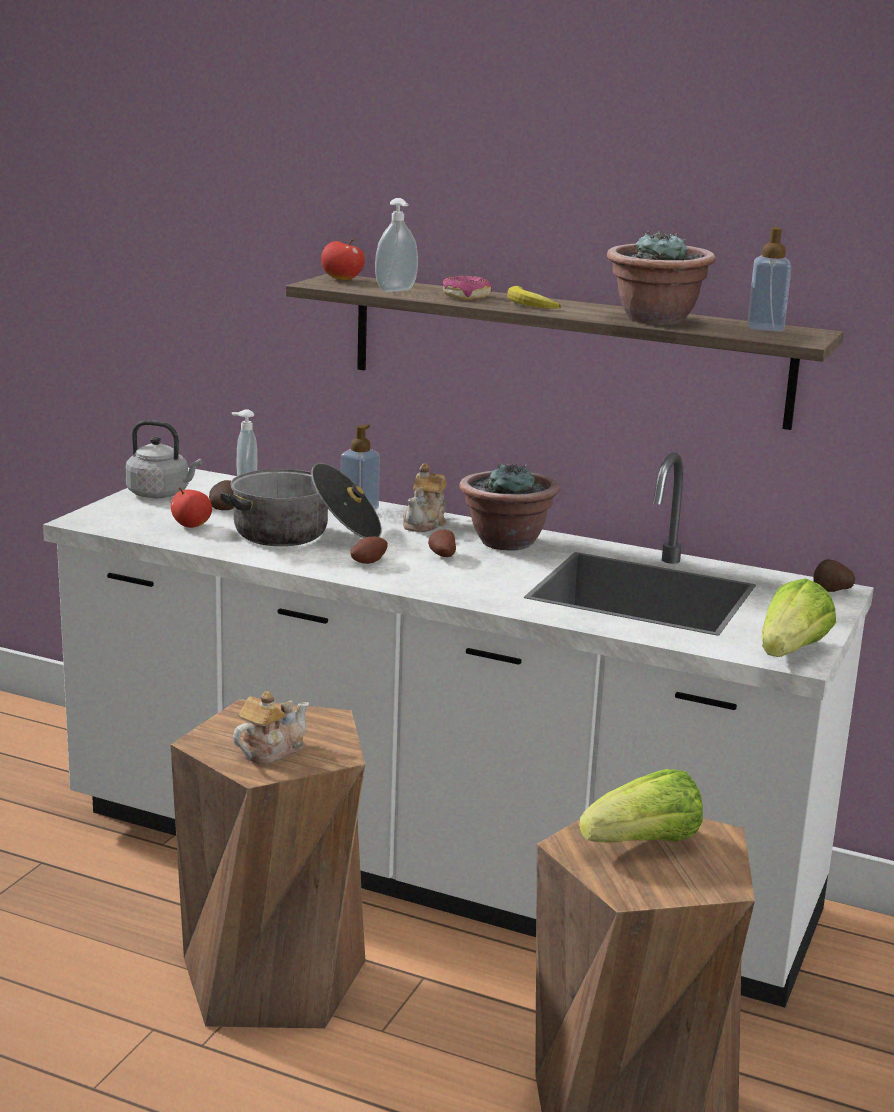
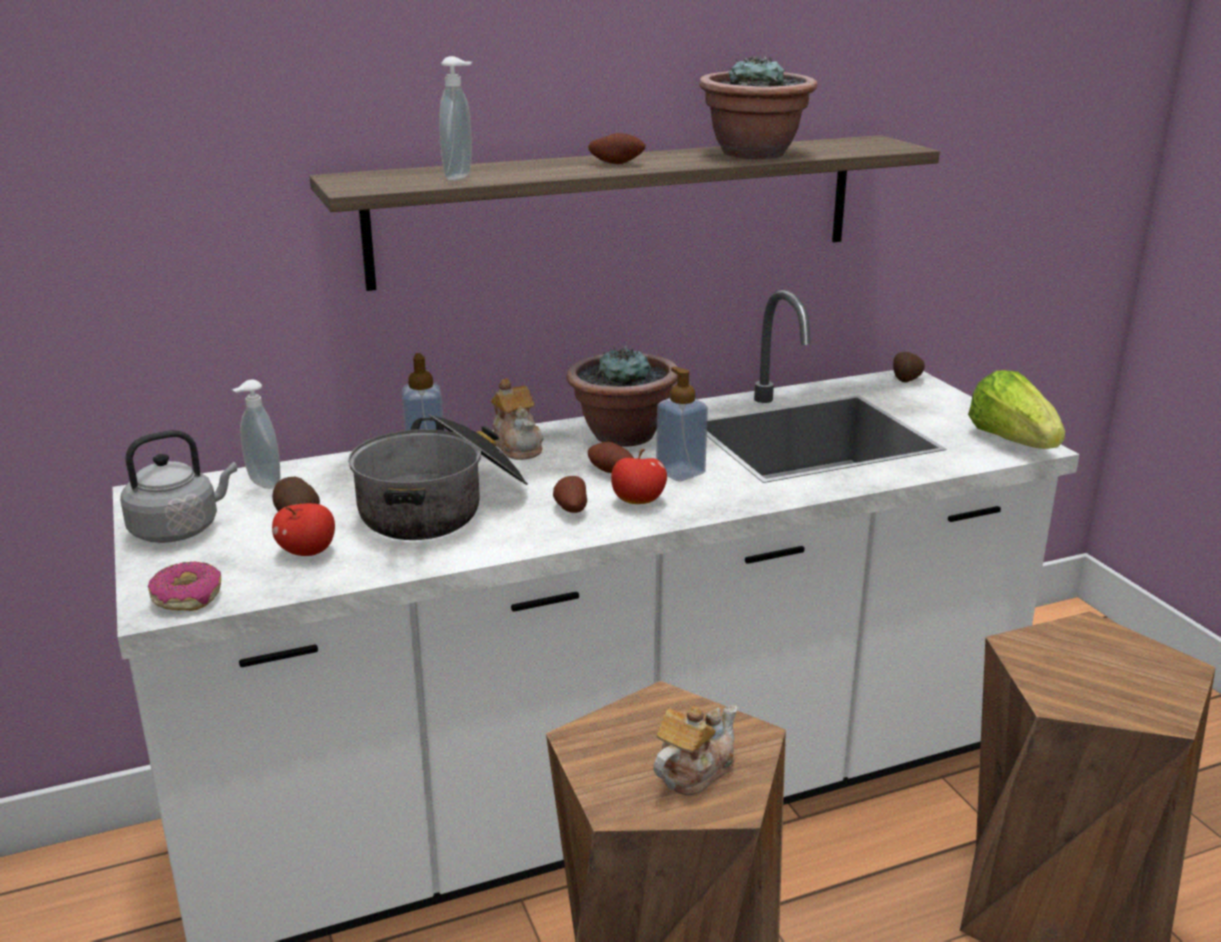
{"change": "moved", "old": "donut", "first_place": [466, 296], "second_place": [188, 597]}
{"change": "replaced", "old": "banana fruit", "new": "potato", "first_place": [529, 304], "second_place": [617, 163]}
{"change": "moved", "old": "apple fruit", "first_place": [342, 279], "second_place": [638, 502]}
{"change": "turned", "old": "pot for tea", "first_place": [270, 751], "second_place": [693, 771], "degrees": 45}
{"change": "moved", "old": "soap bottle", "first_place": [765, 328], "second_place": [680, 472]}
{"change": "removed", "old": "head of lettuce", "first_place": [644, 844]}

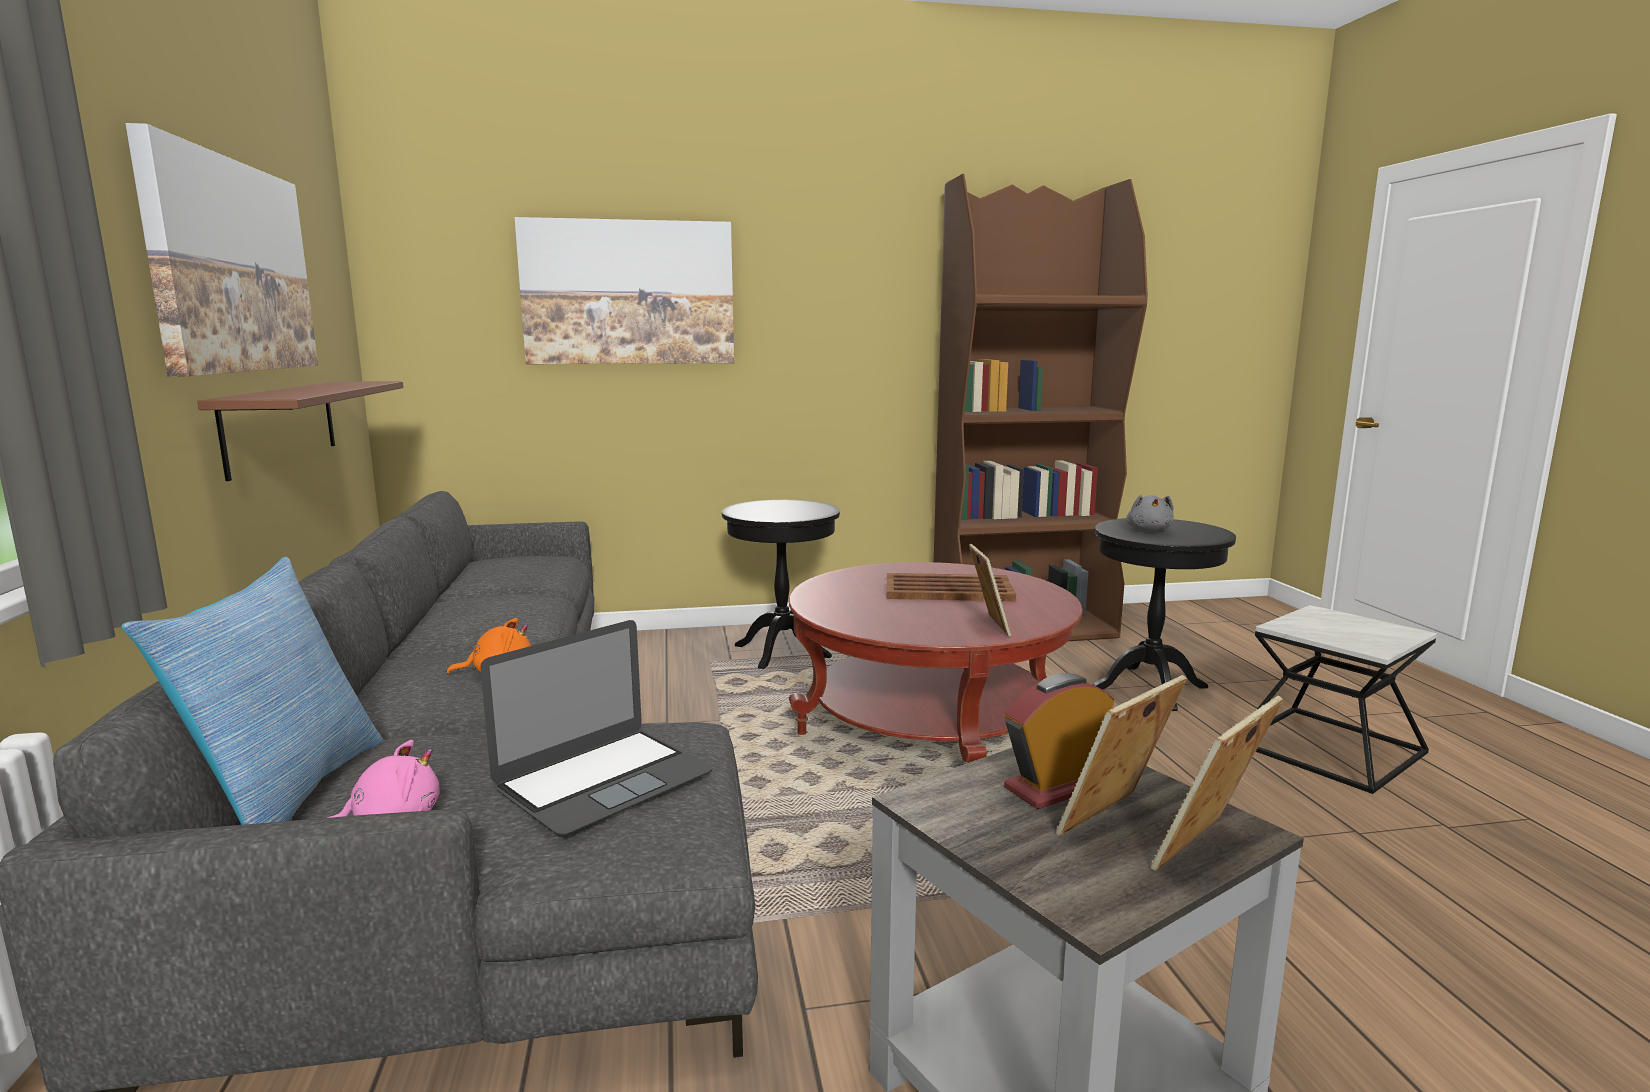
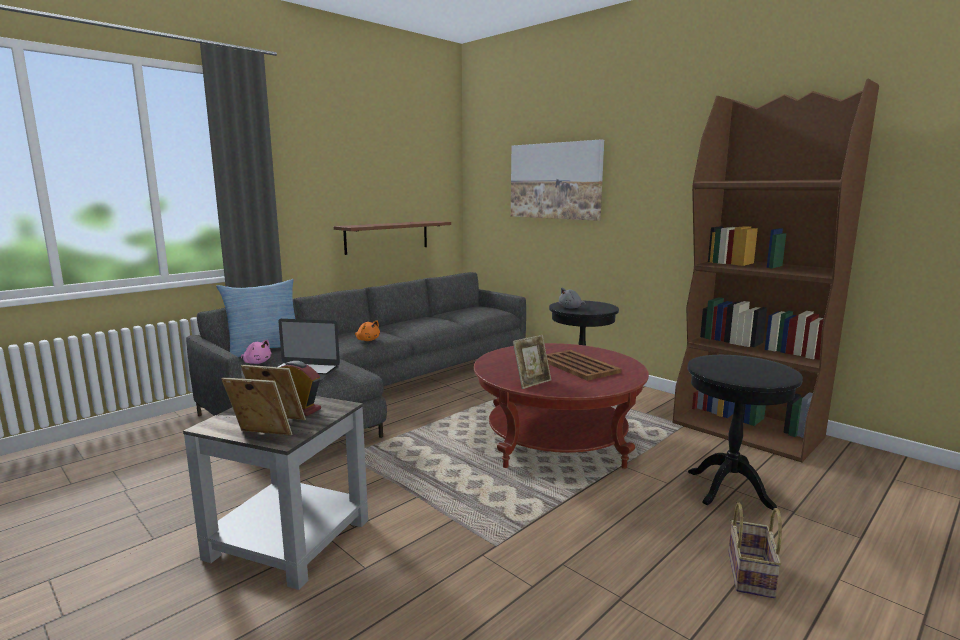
{"change": "moved", "old": "gray plush toy", "first_place": [1149, 530], "second_place": [571, 308]}
{"change": "replaced", "old": "accent table", "new": "basket", "first_place": [1329, 748], "second_place": [752, 575]}
{"change": "removed", "old": "wall art", "first_place": [231, 267]}

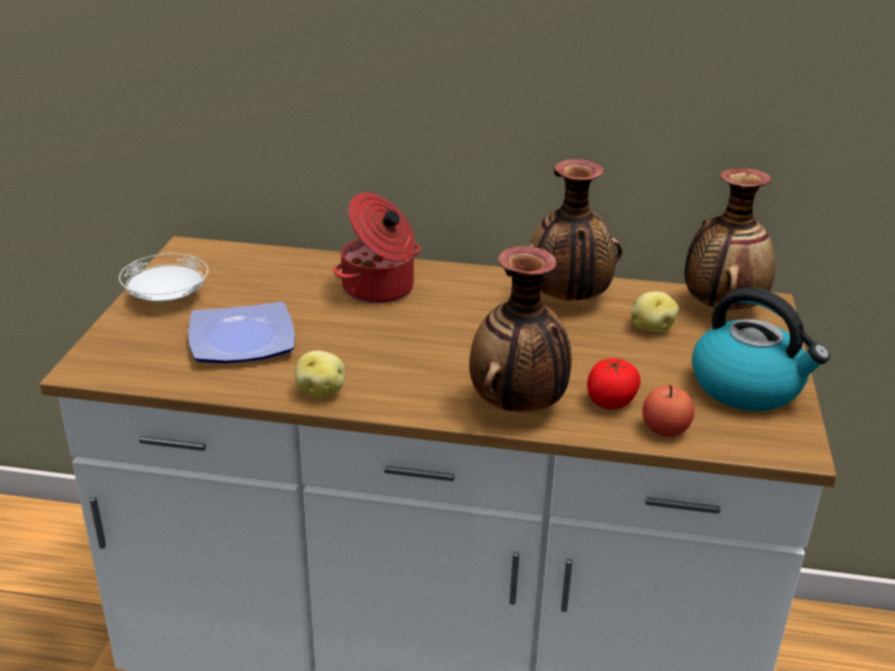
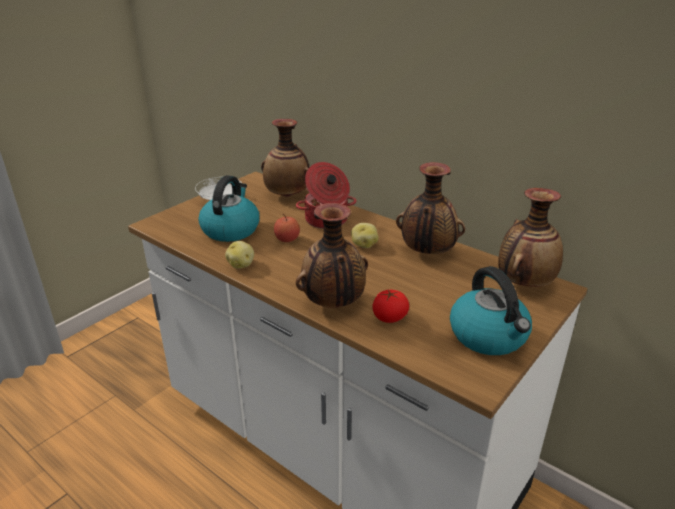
{"change": "replaced", "old": "dinner plate", "new": "kettle", "first_place": [240, 341], "second_place": [230, 229]}
{"change": "added", "new": "vase", "second_place": [288, 195]}
{"change": "moved", "old": "apple fruit", "first_place": [665, 429], "second_place": [287, 239]}
{"change": "moved", "old": "potato", "first_place": [651, 328], "second_place": [364, 245]}

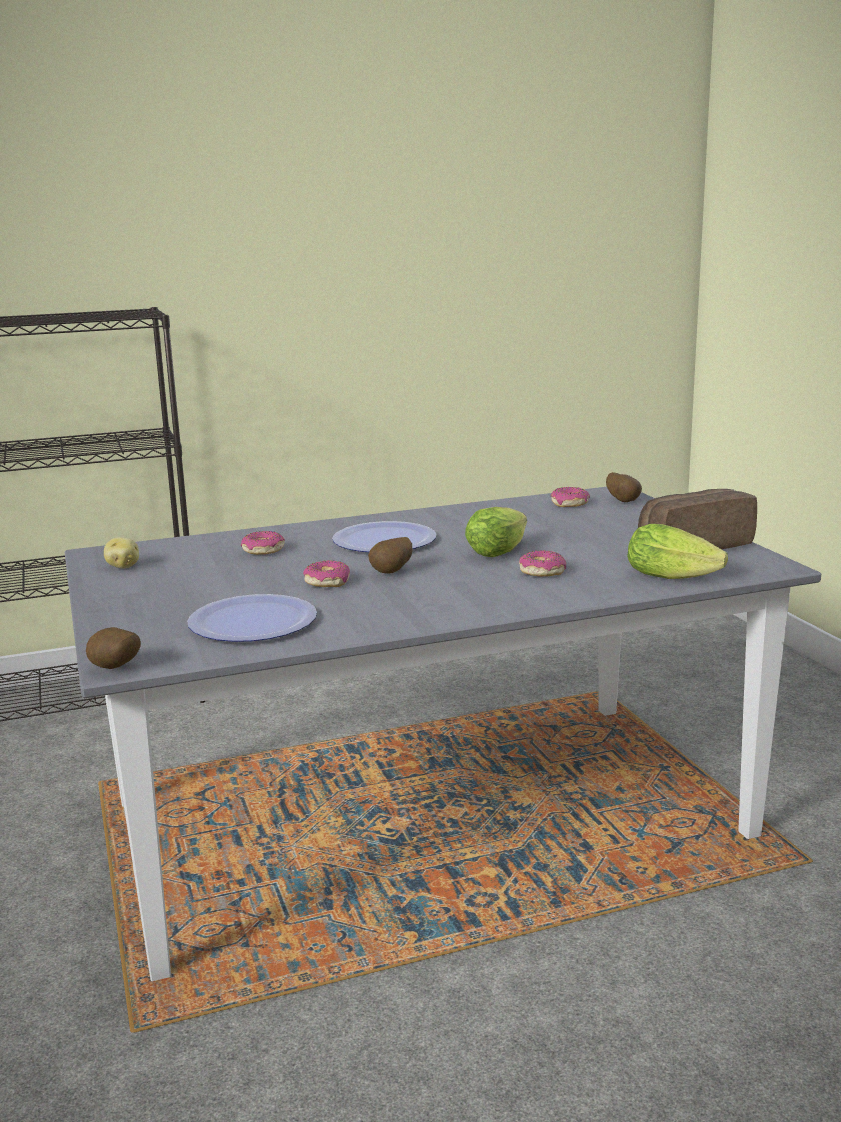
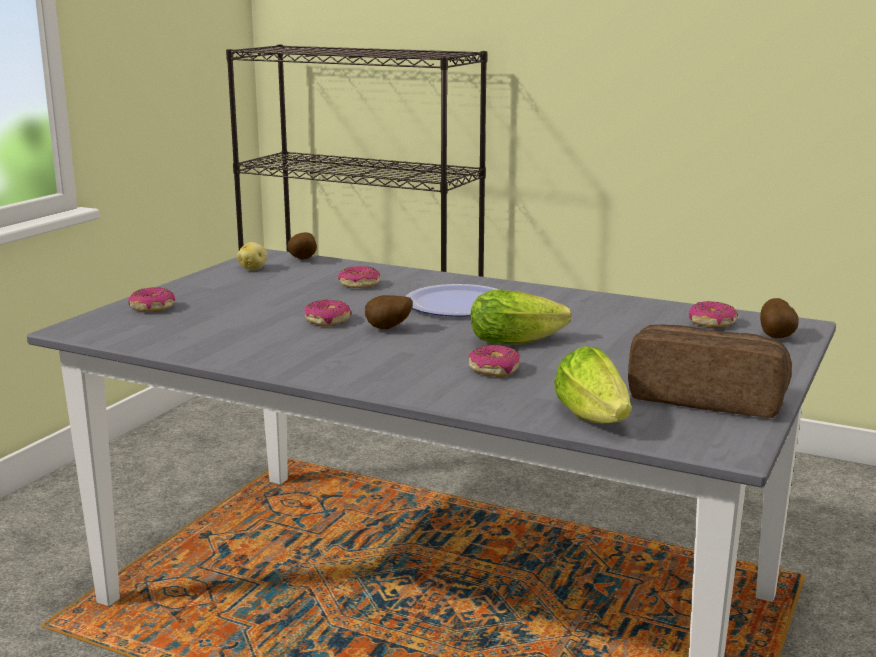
{"change": "added", "new": "donut", "second_place": [152, 308]}
{"change": "moved", "old": "potato", "first_place": [114, 669], "second_place": [302, 260]}
{"change": "removed", "old": "dinner plate", "first_place": [252, 622]}

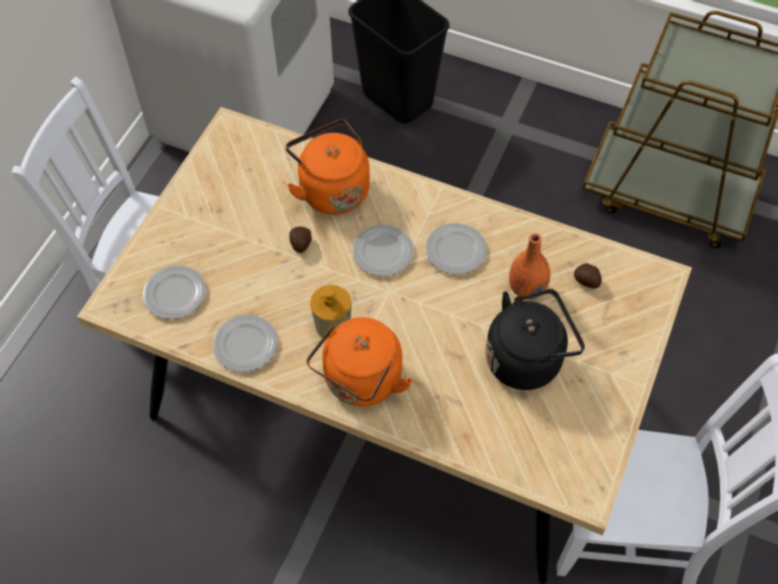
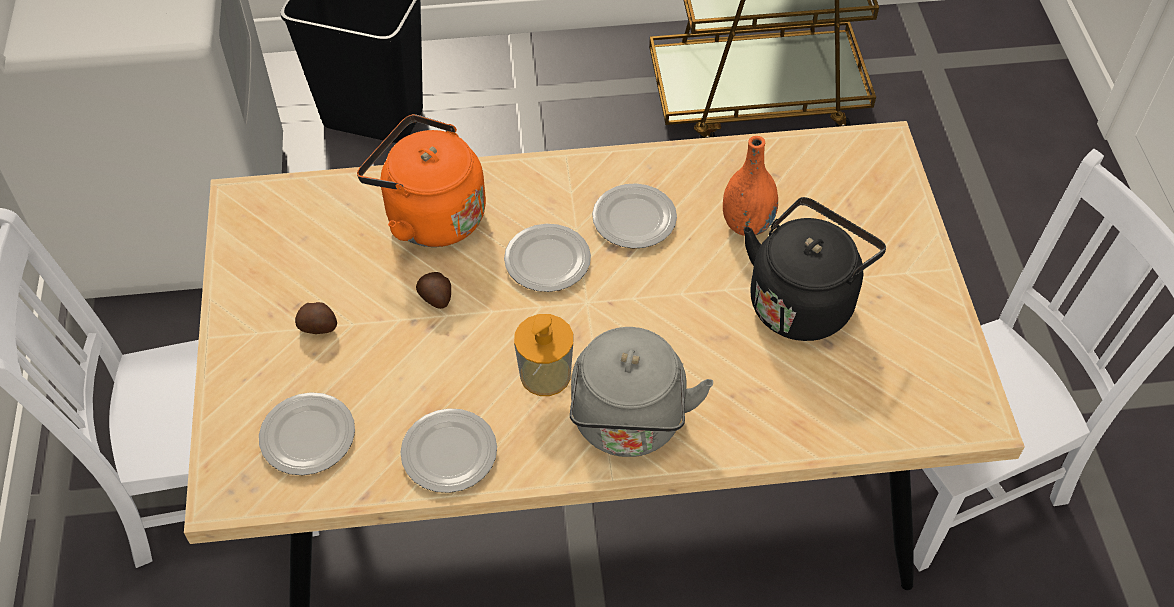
{"change": "moved", "old": "potato", "first_place": [587, 281], "second_place": [319, 327]}
{"change": "recoloured", "old": "orangey kettle", "new": "gray kettle", "first_place": [360, 382], "second_place": [628, 425]}

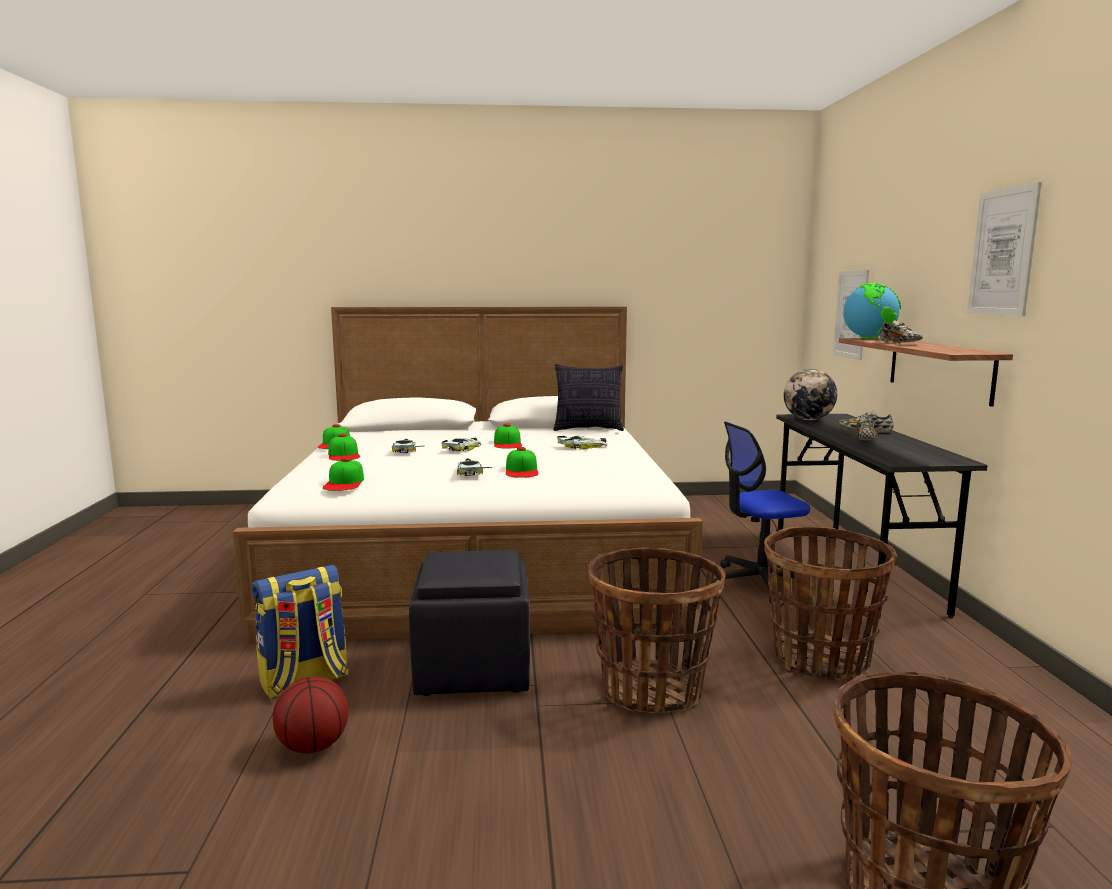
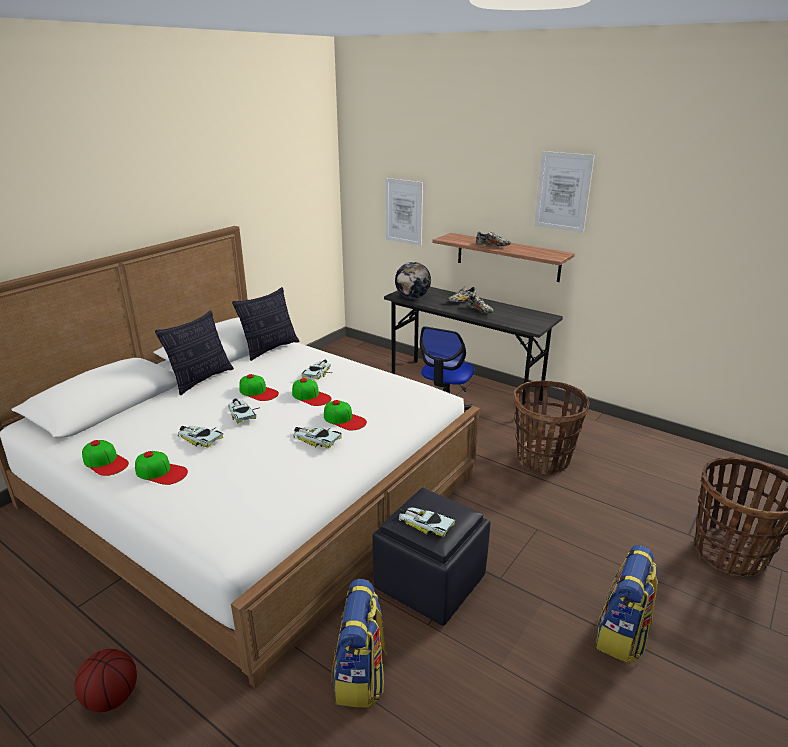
{"change": "moved", "old": "basketball ball", "first_place": [312, 746], "second_place": [112, 698]}
{"change": "added", "new": "throw pillow", "second_place": [201, 379]}
{"change": "moved", "old": "peaked cap", "first_place": [344, 482], "second_place": [311, 396]}
{"change": "added", "new": "model car", "second_place": [425, 523]}
{"change": "added", "new": "rucksack", "second_place": [622, 635]}
{"change": "removed", "old": "basket", "first_place": [652, 690]}
{"change": "removed", "old": "globe", "first_place": [869, 338]}

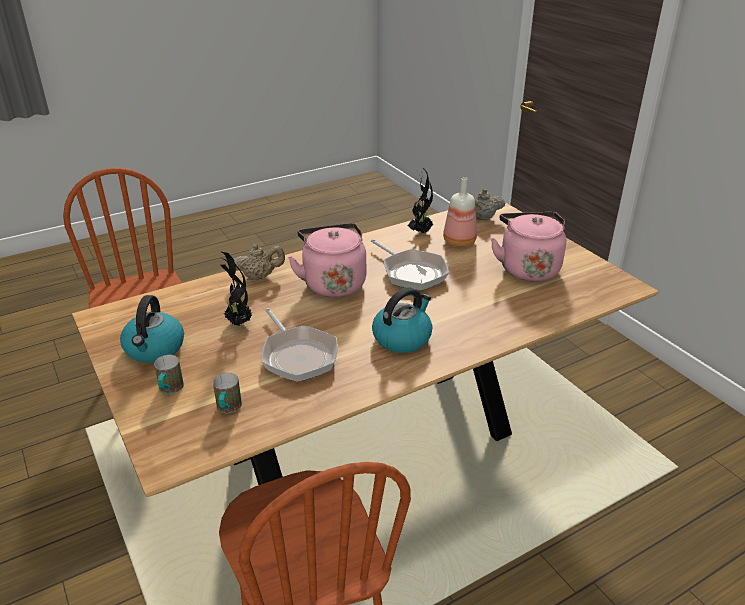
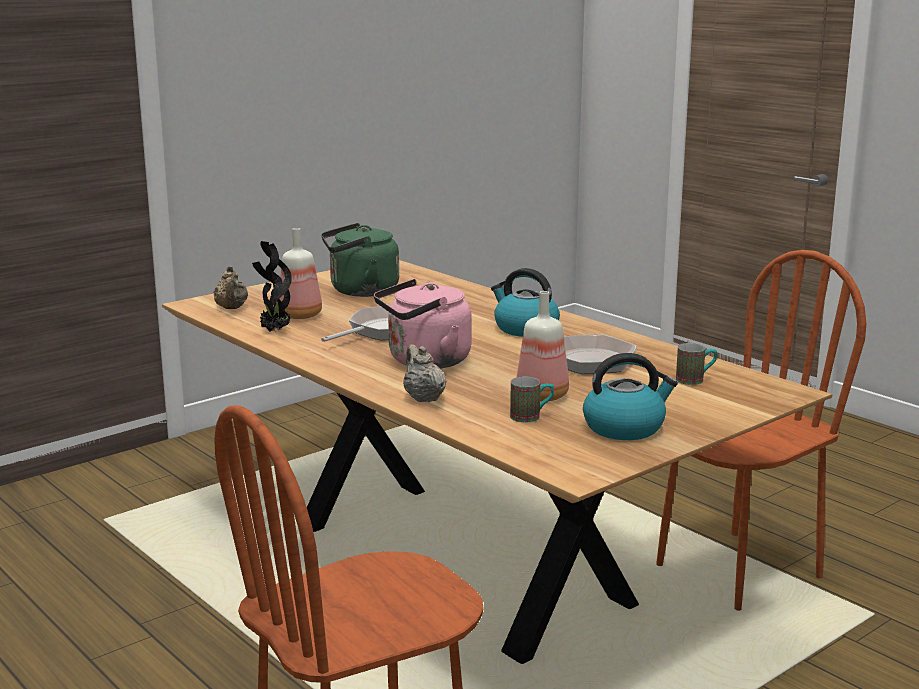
{"change": "recoloured", "old": "pink kettle", "new": "green kettle", "first_place": [527, 268], "second_place": [360, 291]}
{"change": "moved", "old": "tea mug", "first_place": [169, 390], "second_place": [531, 417]}
{"change": "replaced", "old": "houseplant", "new": "drink bottle", "first_place": [238, 323], "second_place": [542, 395]}

